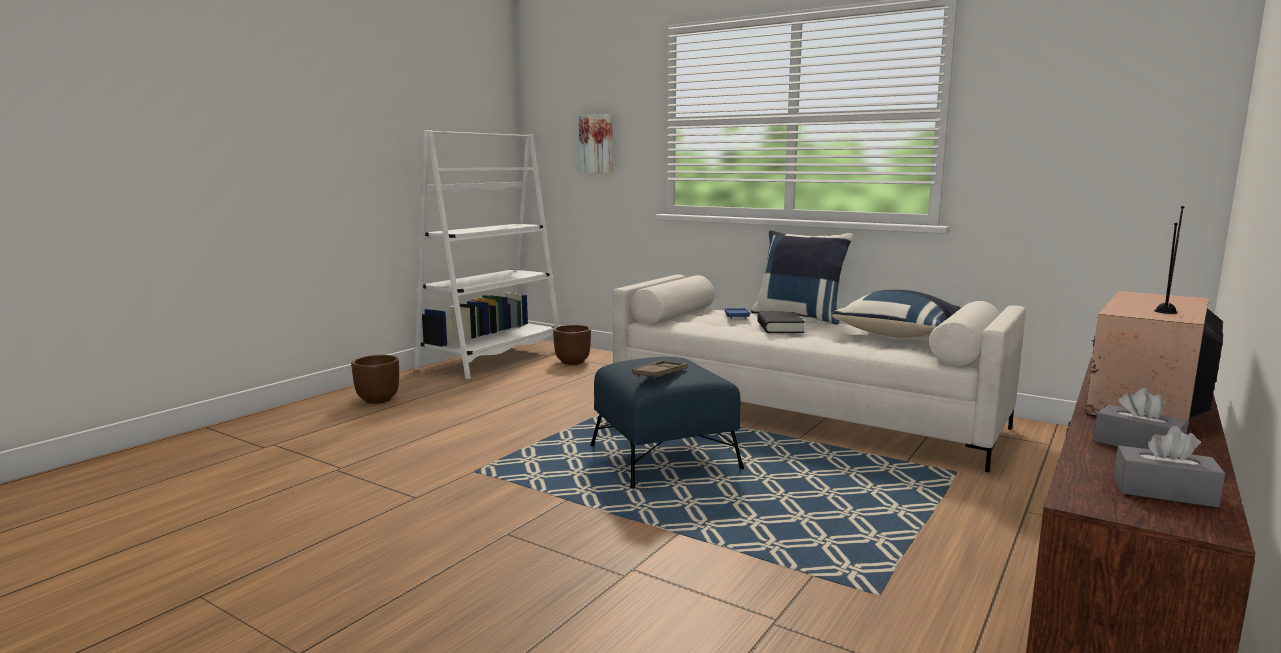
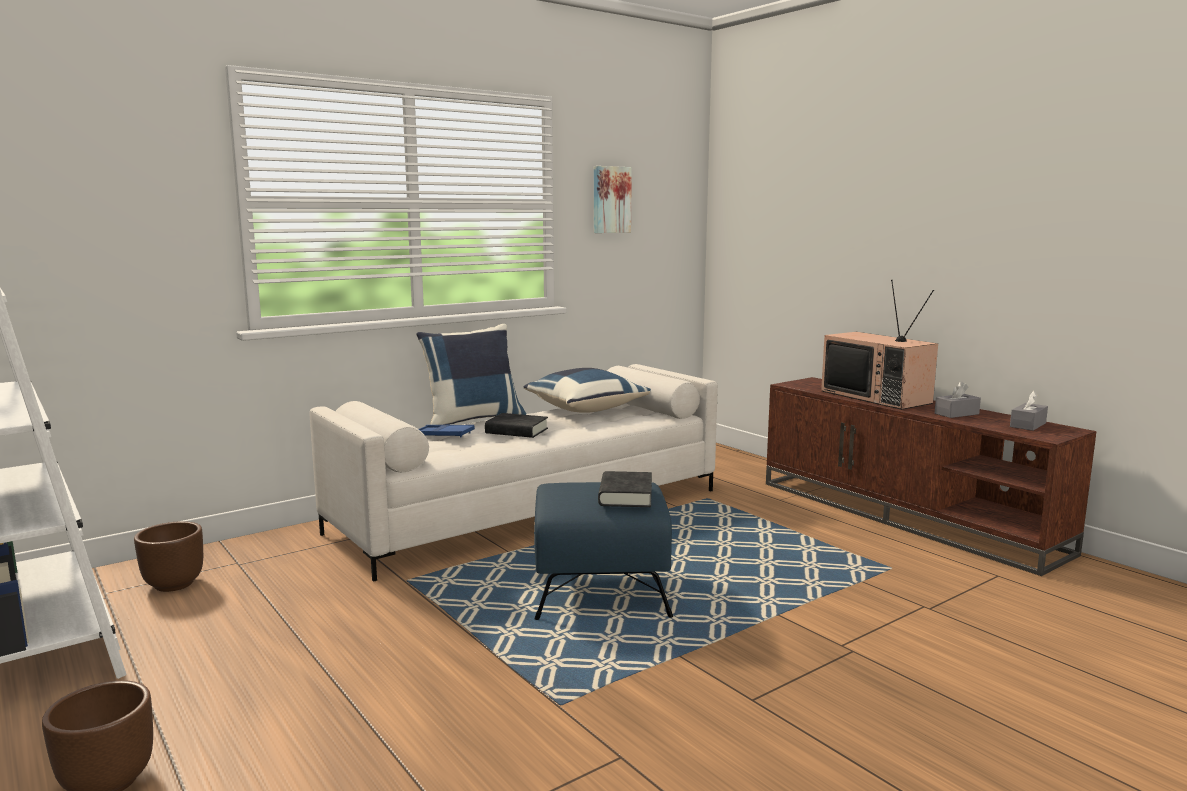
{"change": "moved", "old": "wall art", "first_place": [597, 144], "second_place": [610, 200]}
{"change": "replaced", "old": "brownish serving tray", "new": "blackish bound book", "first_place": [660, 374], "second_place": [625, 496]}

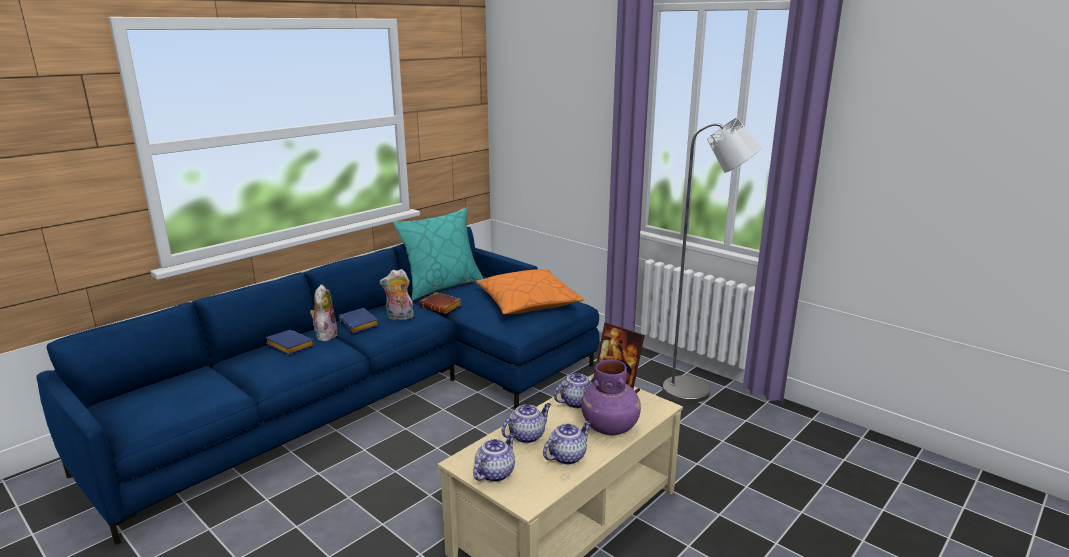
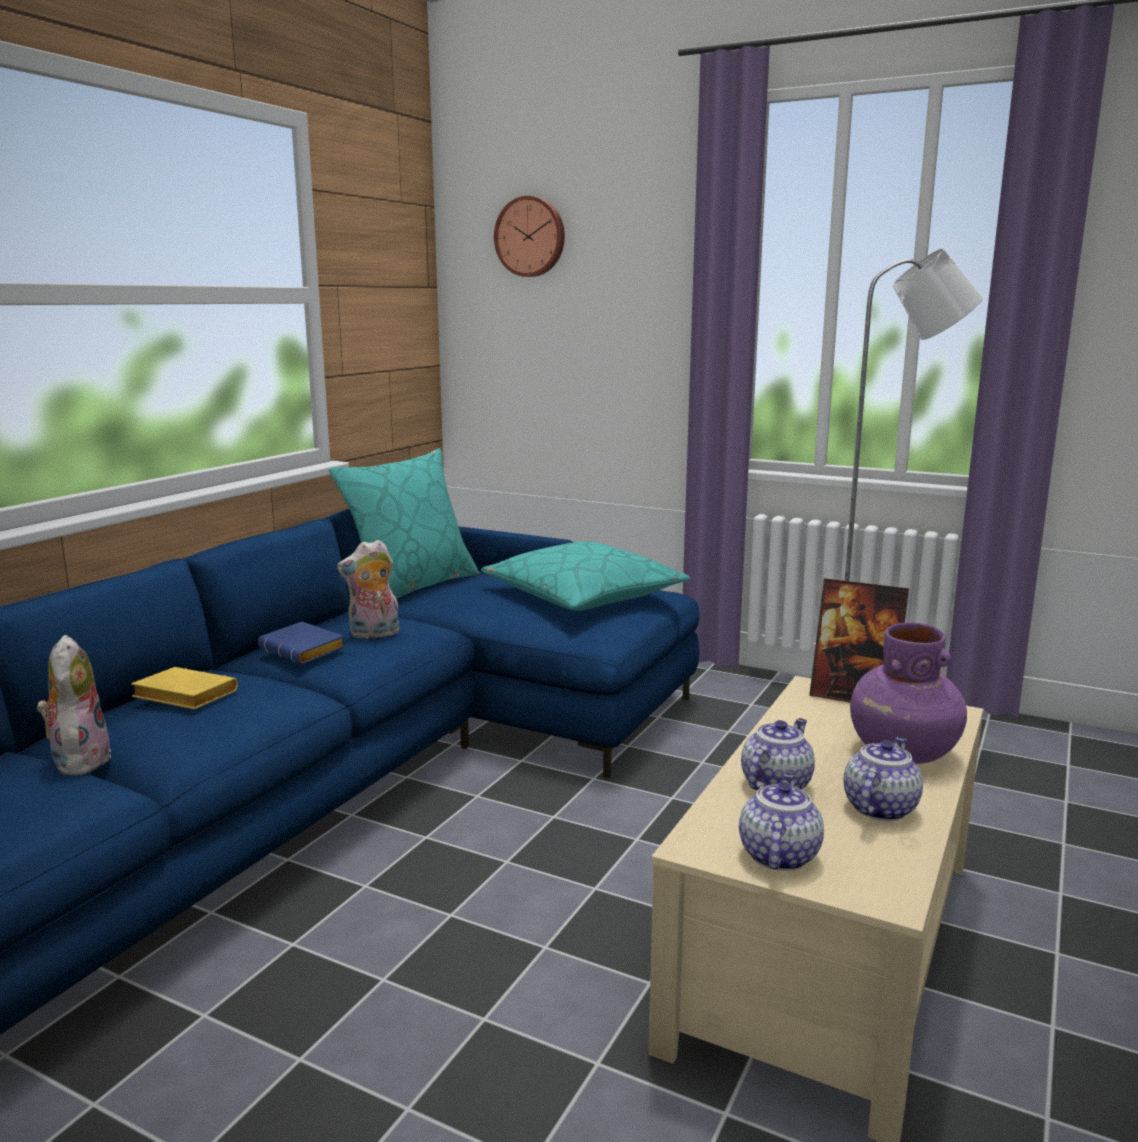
{"change": "moved", "old": "plush toy", "first_place": [325, 335], "second_place": [79, 760]}
{"change": "recoloured", "old": "blue bound book", "new": "yellowish bound book", "first_place": [288, 346], "second_place": [182, 697]}
{"change": "recoloured", "old": "orangey throw pillow", "new": "turquoise throw pillow", "first_place": [527, 302], "second_place": [583, 596]}
{"change": "added", "new": "wall clock", "second_place": [531, 237]}
{"change": "removed", "old": "brownish bound book", "first_place": [442, 306]}
{"change": "removed", "old": "pot for tea", "first_place": [577, 402]}

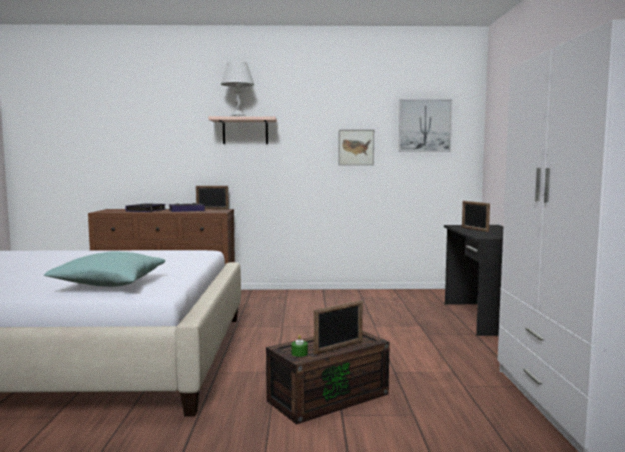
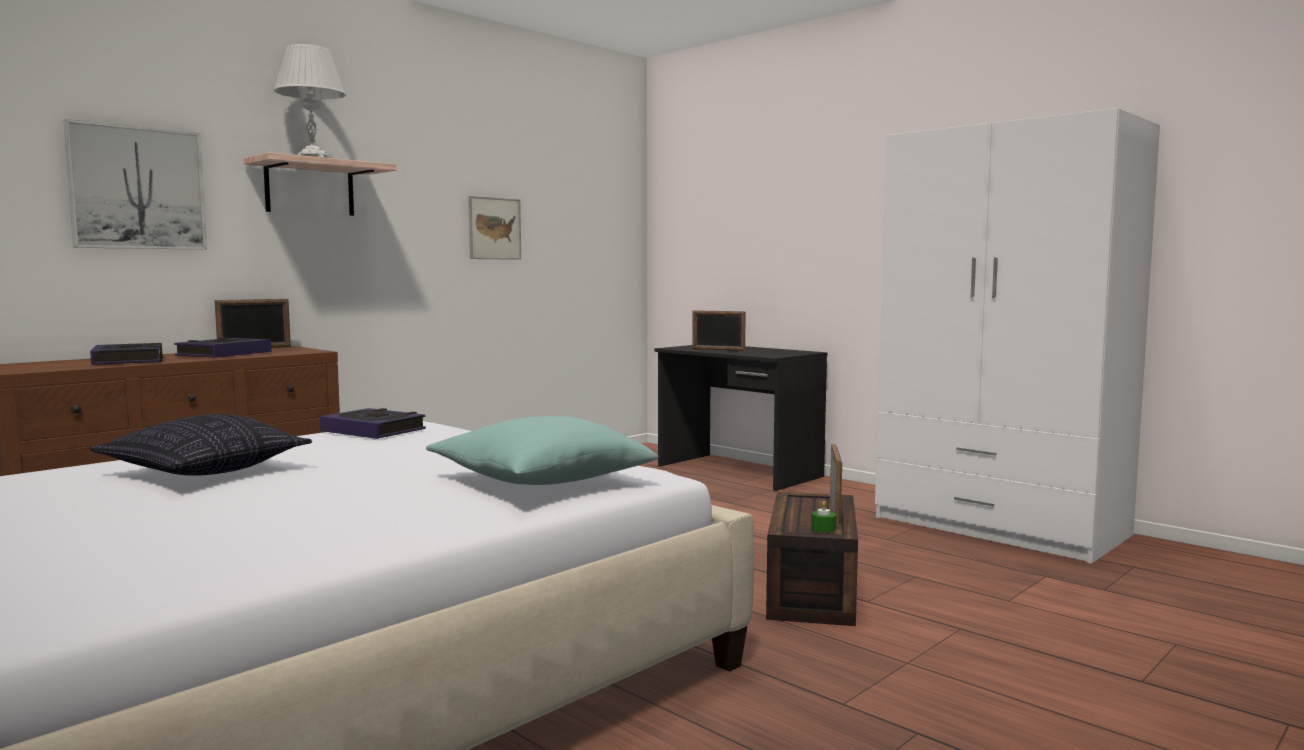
{"change": "moved", "old": "wall art", "first_place": [424, 125], "second_place": [137, 188]}
{"change": "added", "new": "throw pillow", "second_place": [203, 472]}
{"change": "added", "new": "bound book", "second_place": [373, 430]}

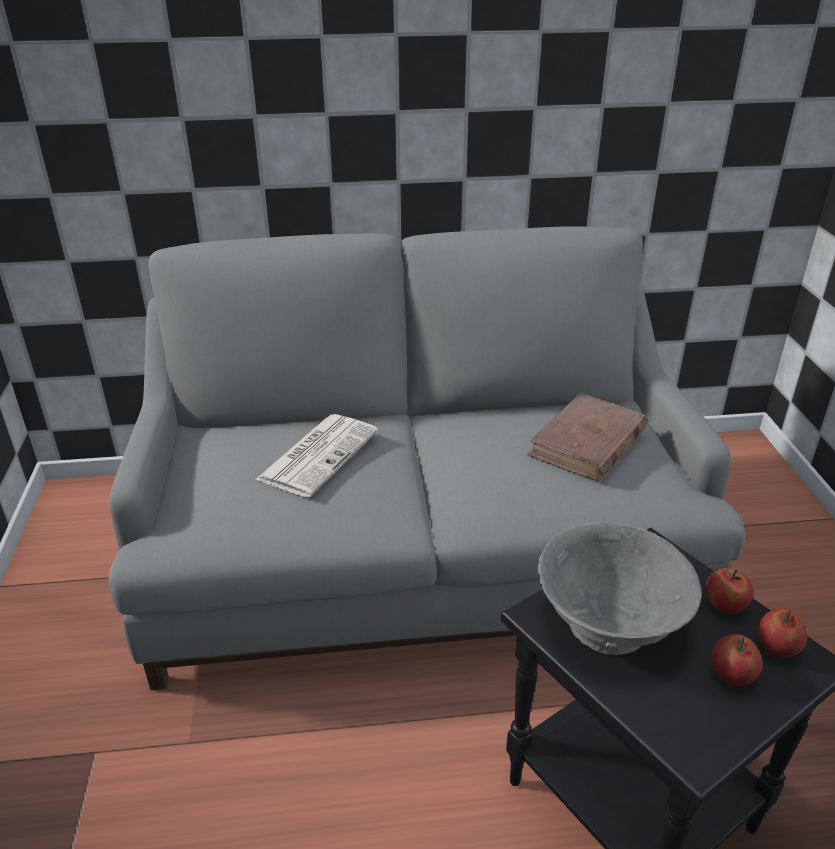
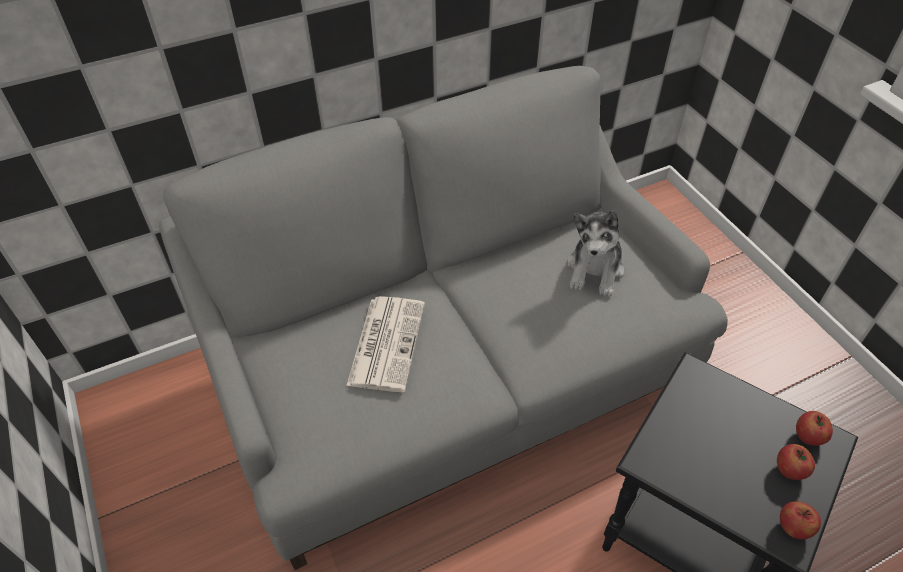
{"change": "replaced", "old": "brownish bound book", "new": "plush toy", "first_place": [587, 442], "second_place": [595, 270]}
{"change": "moved", "old": "apple fruit", "first_place": [724, 606], "second_place": [792, 527]}
{"change": "removed", "old": "gray bowl", "first_place": [609, 625]}

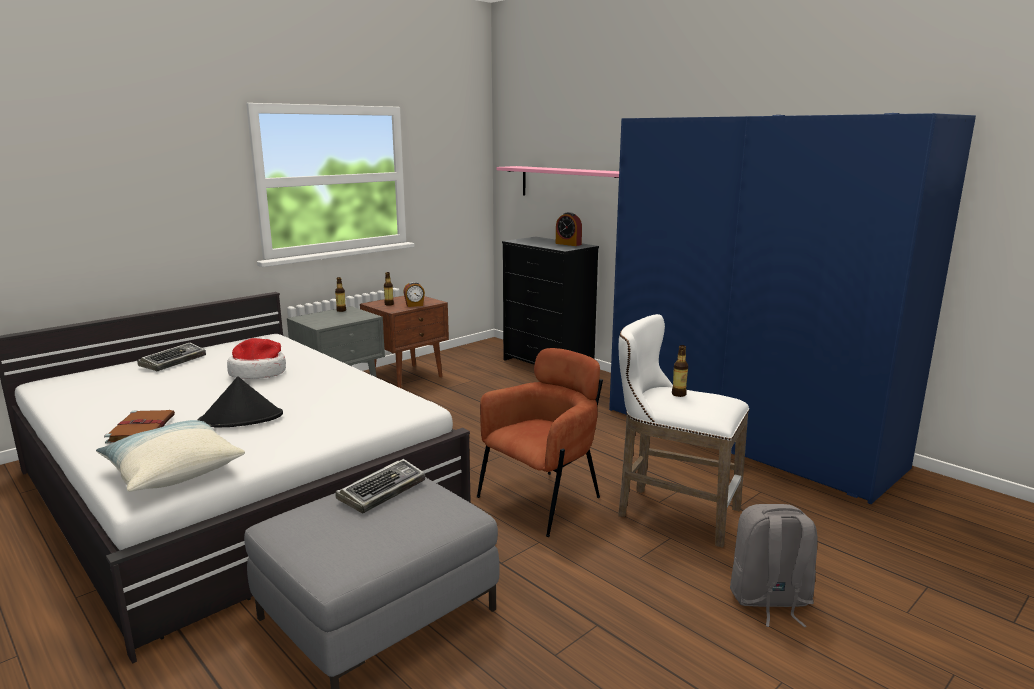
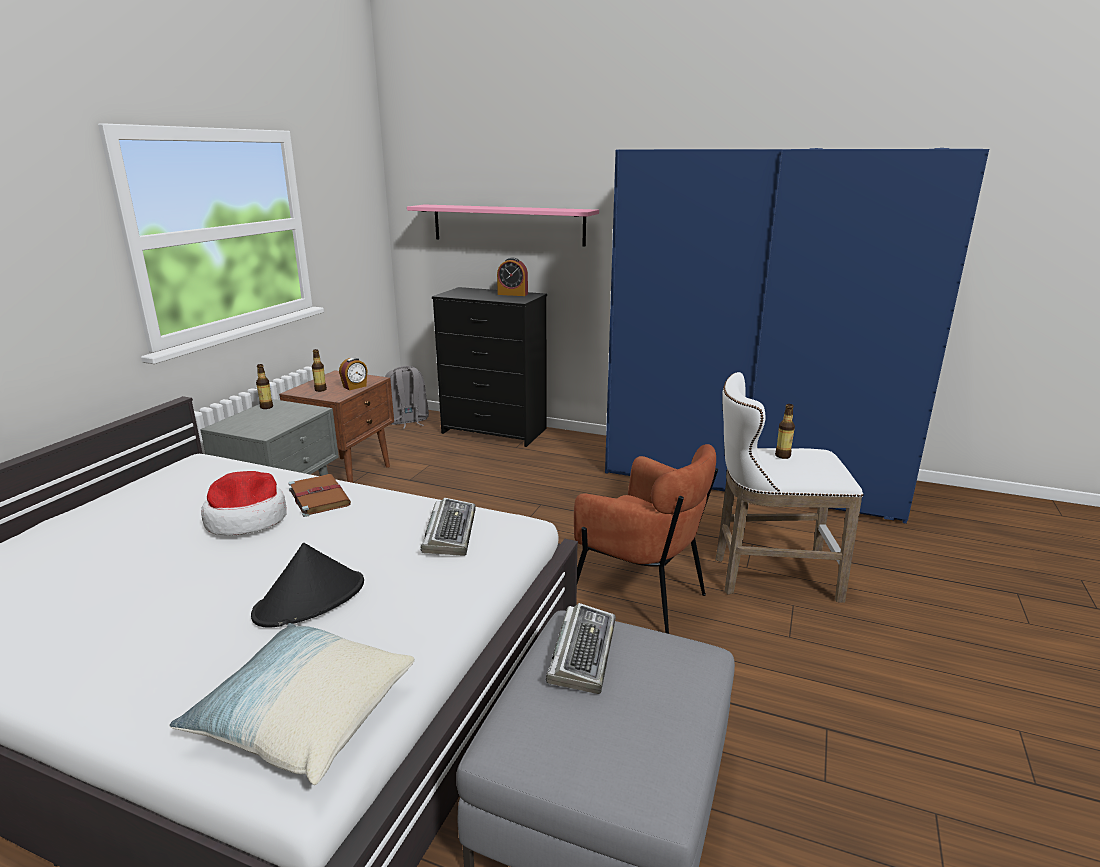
{"change": "moved", "old": "brownish bound book", "first_place": [142, 428], "second_place": [318, 497]}
{"change": "moved", "old": "gray rucksack", "first_place": [769, 601], "second_place": [407, 421]}
{"change": "moved", "old": "keyboard", "first_place": [173, 361], "second_place": [450, 532]}
{"change": "turned", "old": "brownish lounge chair", "first_place": [543, 500], "second_place": [640, 596], "degrees": 105}

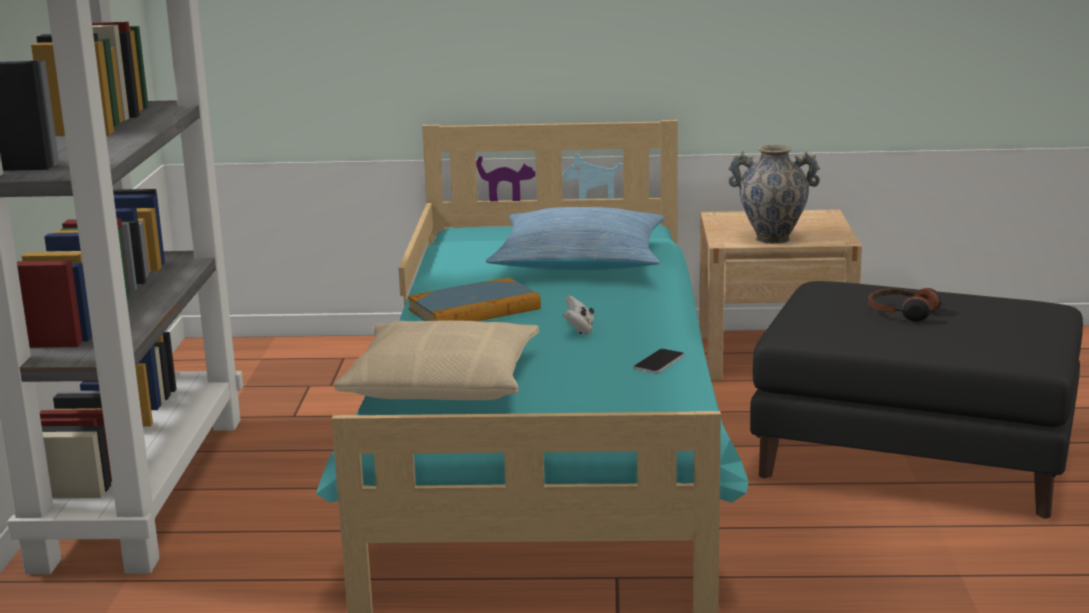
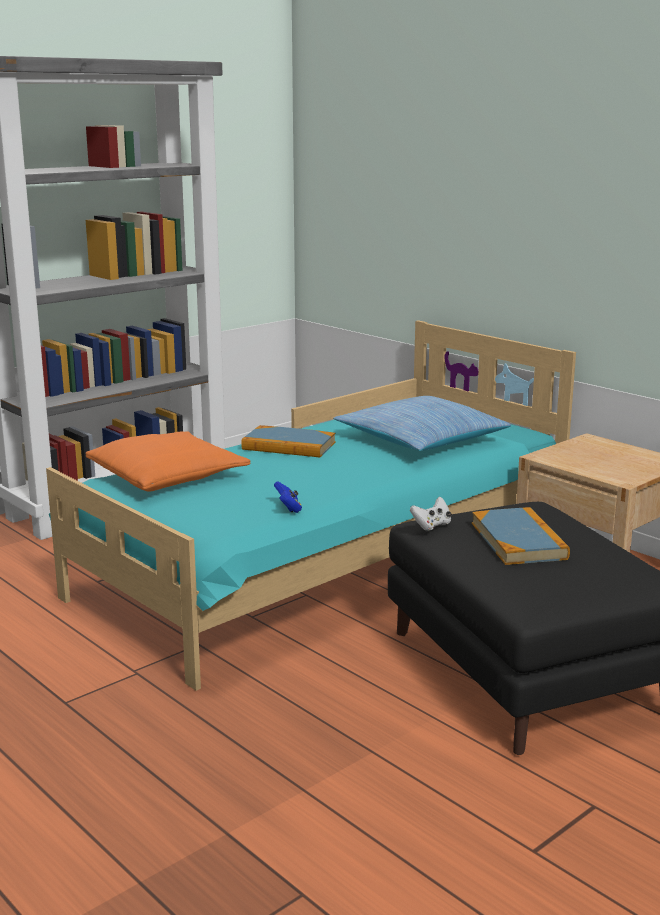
{"change": "recoloured", "old": "sand-coloured throw pillow", "new": "orangey throw pillow", "first_place": [443, 382], "second_place": [168, 476]}
{"change": "replaced", "old": "telephone", "new": "blue gamepad", "first_place": [659, 362], "second_place": [288, 508]}
{"change": "moved", "old": "white-coloured gamepad", "first_place": [579, 329], "second_place": [431, 525]}
{"change": "replaced", "old": "headphones", "new": "bound book", "first_place": [905, 313], "second_place": [518, 541]}
{"change": "removed", "old": "vase", "first_place": [772, 239]}

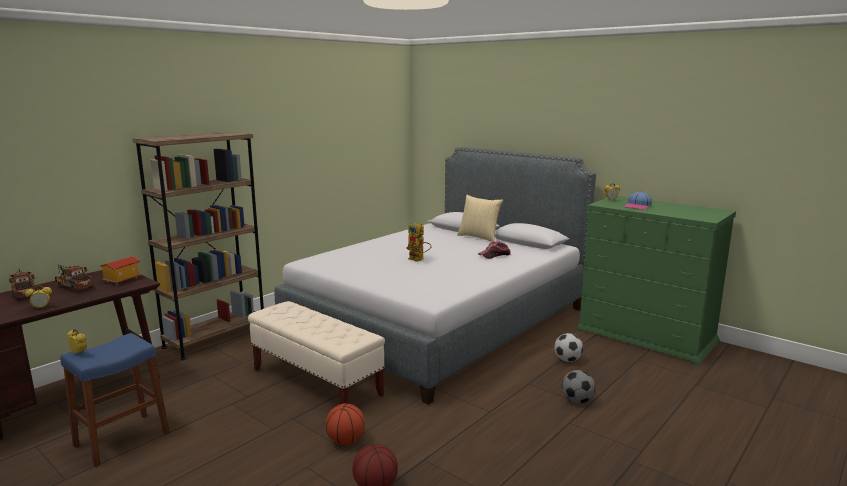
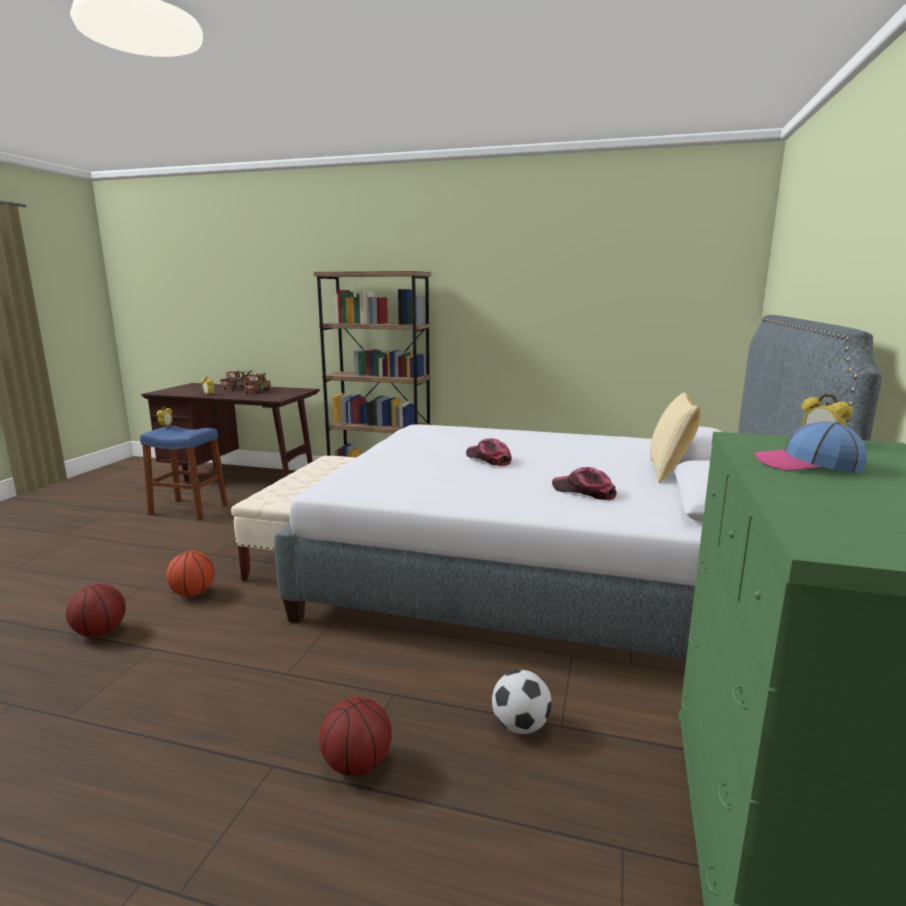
{"change": "replaced", "old": "ball for football", "new": "basketball ball", "first_place": [577, 400], "second_place": [358, 764]}
{"change": "replaced", "old": "model robot", "new": "peaked cap", "first_place": [419, 259], "second_place": [488, 459]}
{"change": "removed", "old": "miniature house", "first_place": [122, 280]}

